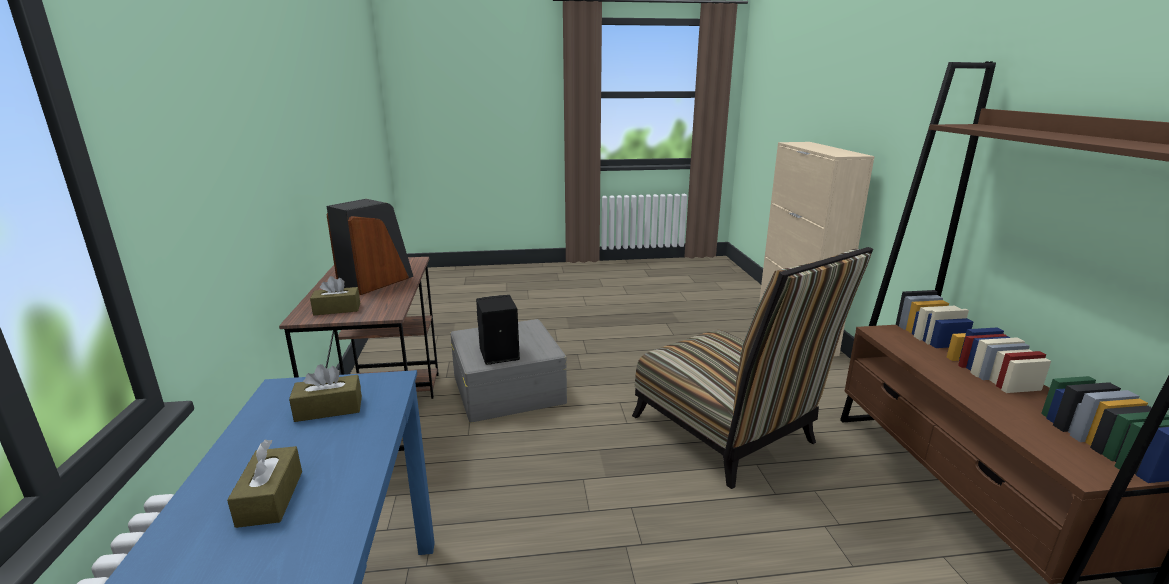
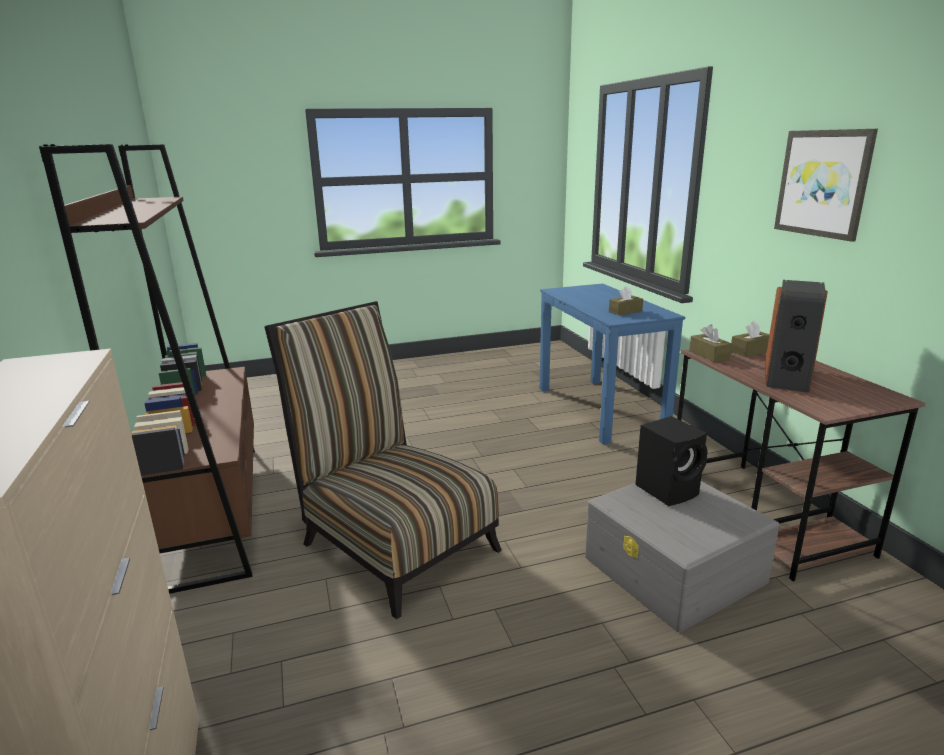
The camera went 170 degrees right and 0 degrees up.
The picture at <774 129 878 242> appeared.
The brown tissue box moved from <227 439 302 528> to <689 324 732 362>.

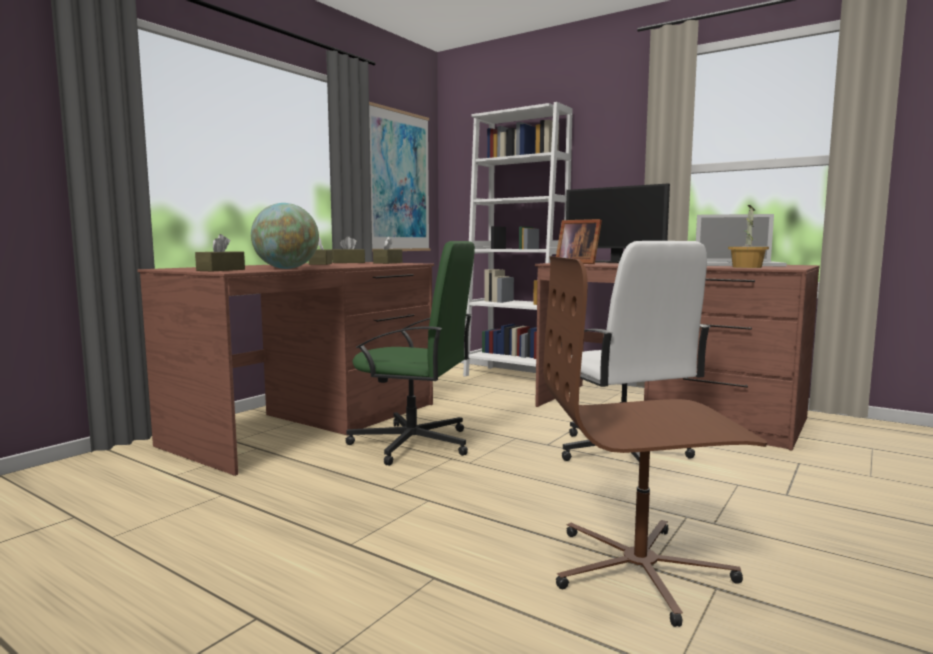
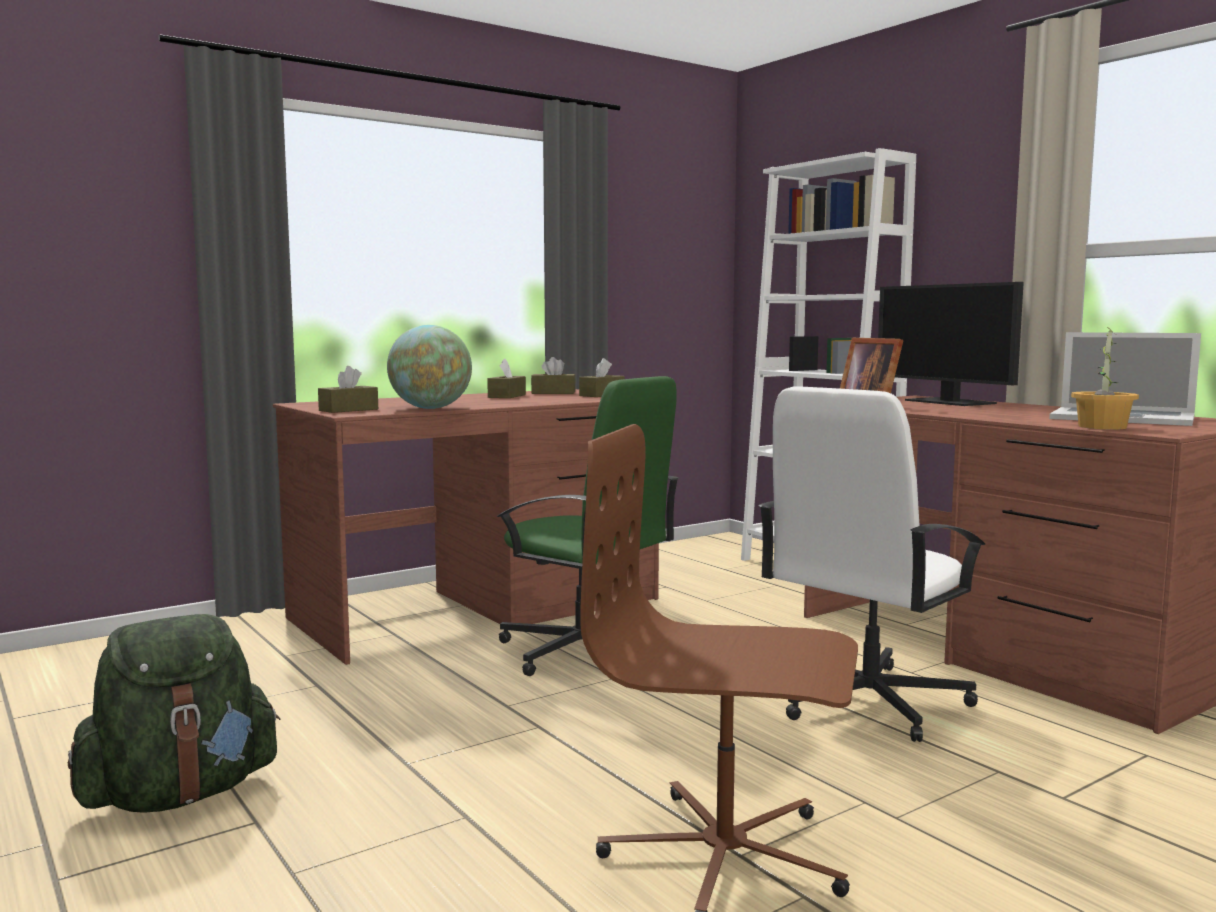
The camera went 20 degrees right and 0 degrees up.
The picture at <369 102 430 252> disappeared.
The green backpack at <68 614 280 813> appeared.
The white office chair at <561 241 711 461> turned 45 degrees clockwise.

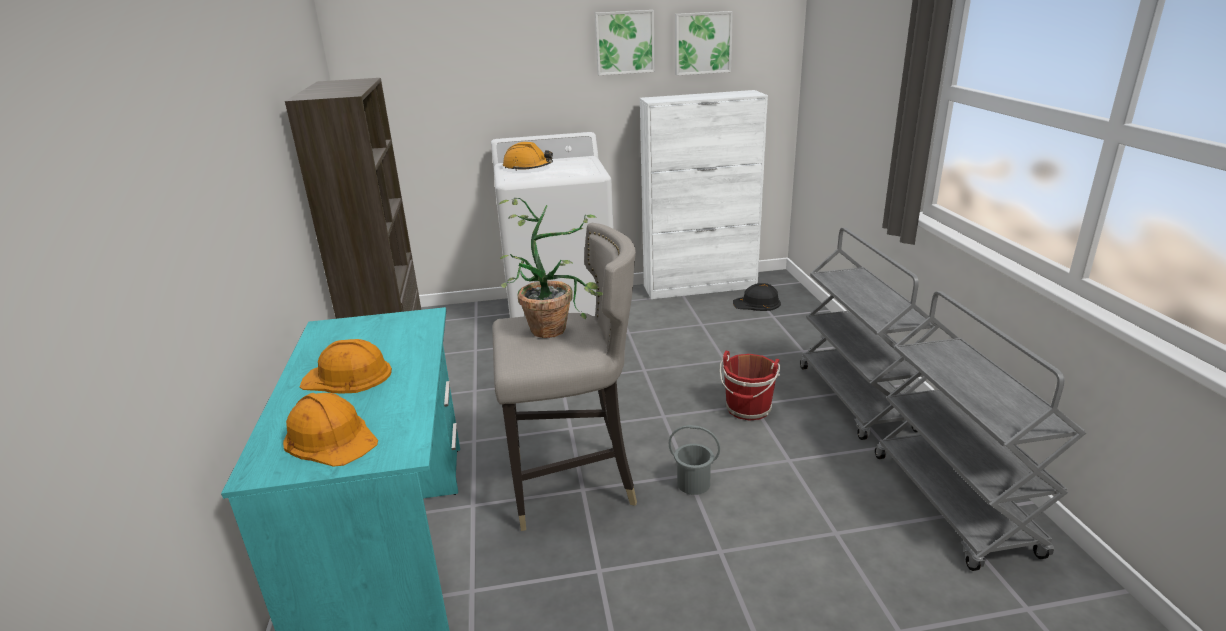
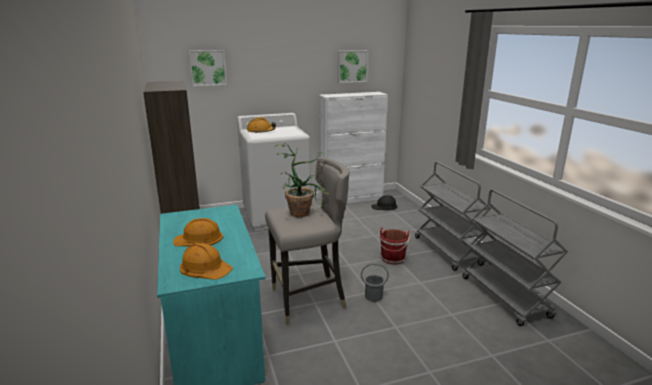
The camera went 10 degrees left and 5 degrees down.
The picture moved from <595 10 655 75> to <189 50 227 86>.

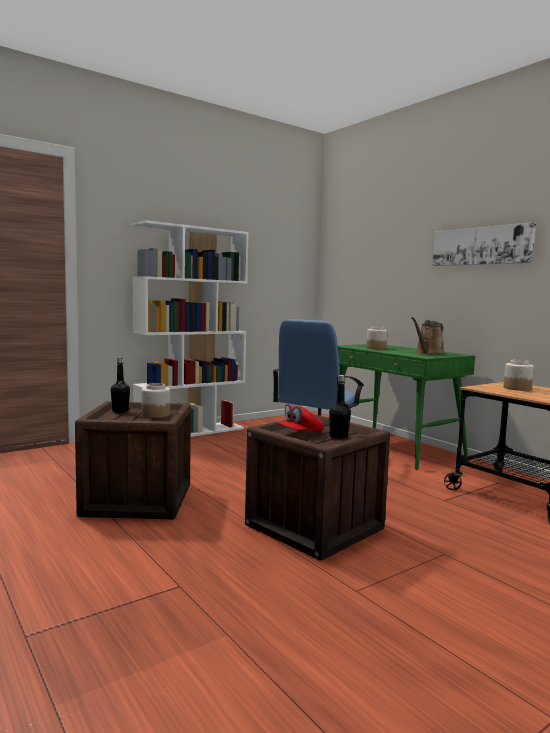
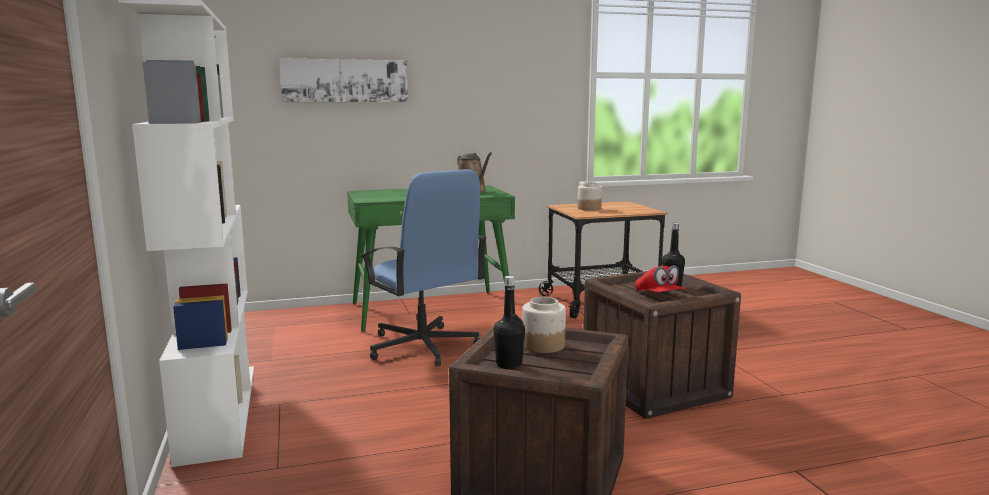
The camera went 70 degrees left and 5 degrees up.
The jar at <366 326 387 349> disappeared.
The picture moved from <433 222 536 266> to <279 58 408 102>.

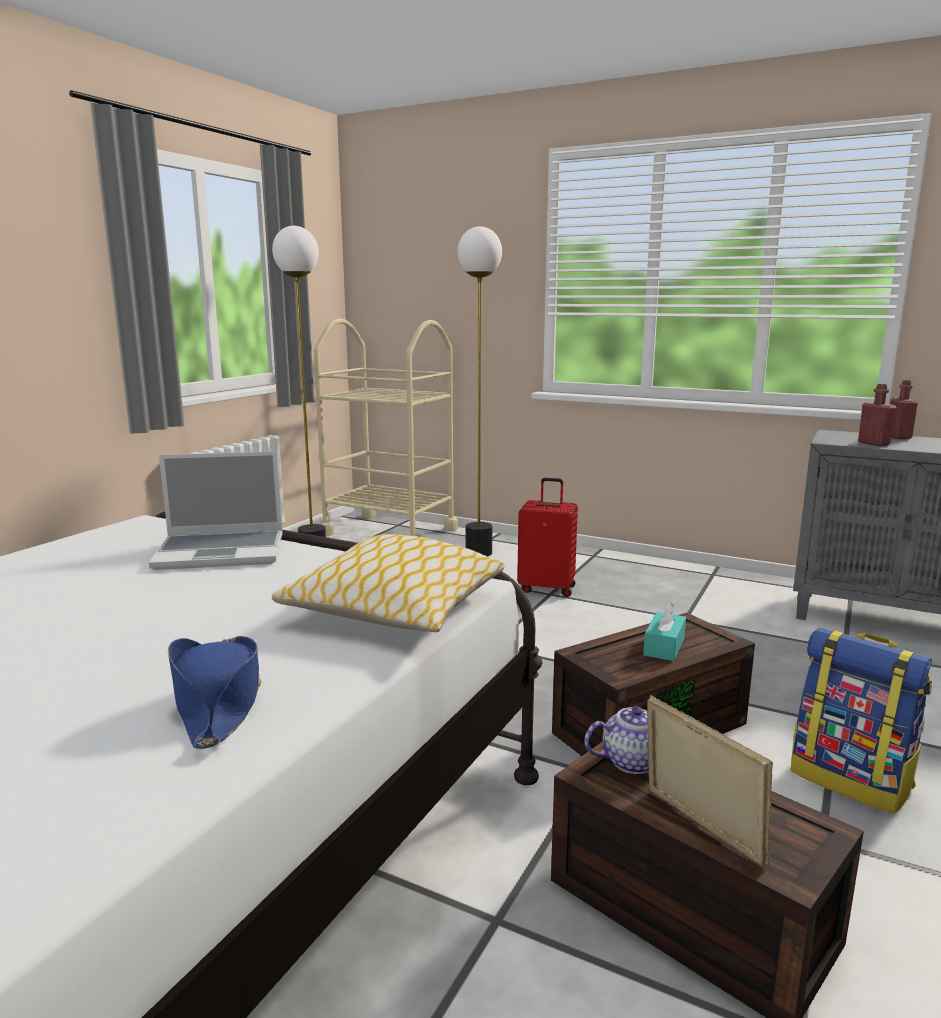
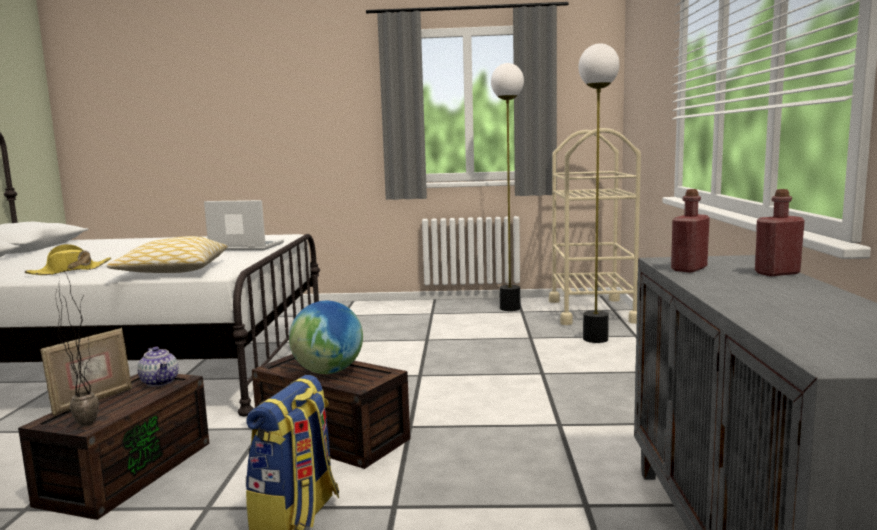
The camera went 65 degrees right and 5 degrees down.
The red suitcase at <517 478 578 597> disappeared.
The potted plant at <56 269 99 426> appeared.
The turquoise tissue box at <643 602 686 661> was replaced by the globe at <289 301 363 374>.
The blue hat at <168 636 261 749> became the yellow hat at <25 244 111 275>.
The laptop at <149 451 283 570> turned 135 degrees clockwise.

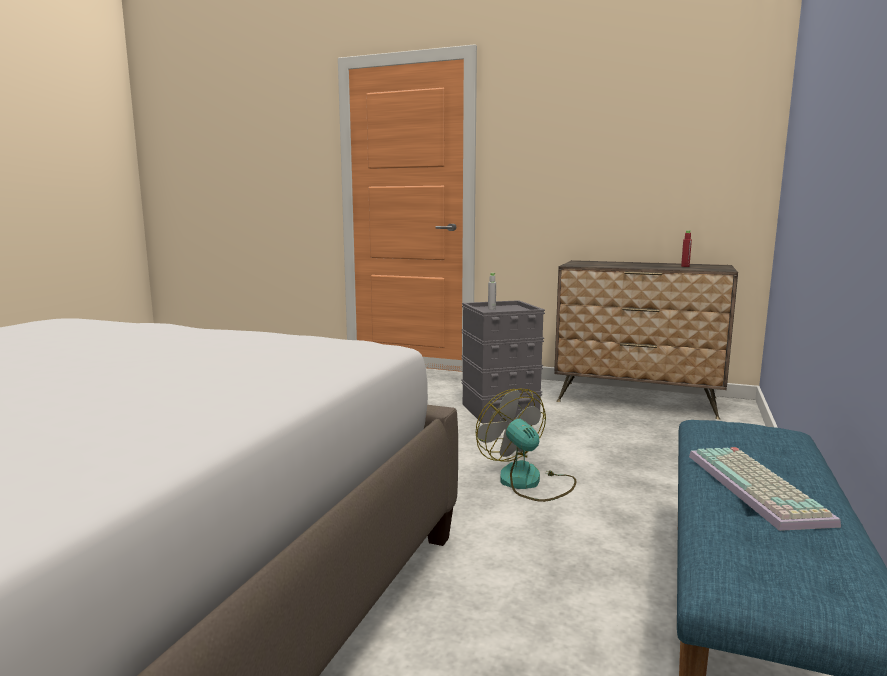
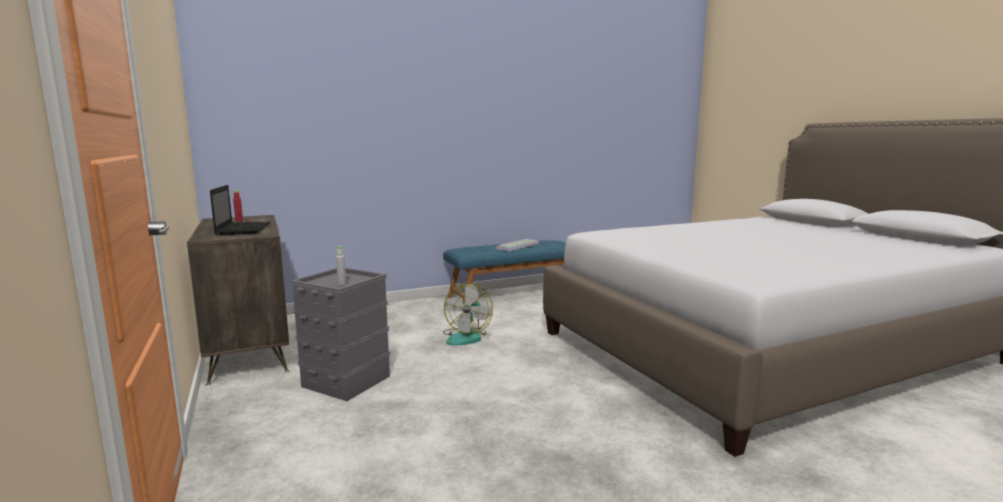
The camera went 135 degrees left and 0 degrees up.
The laptop at <210 185 271 235> appeared.

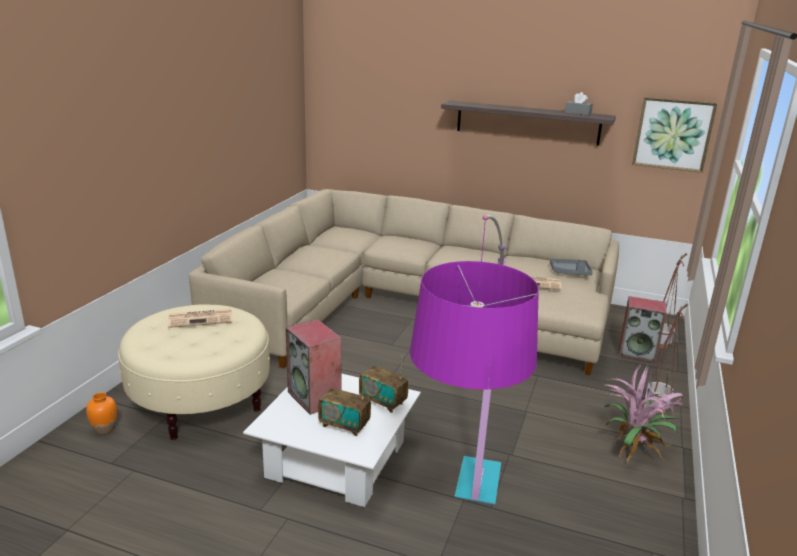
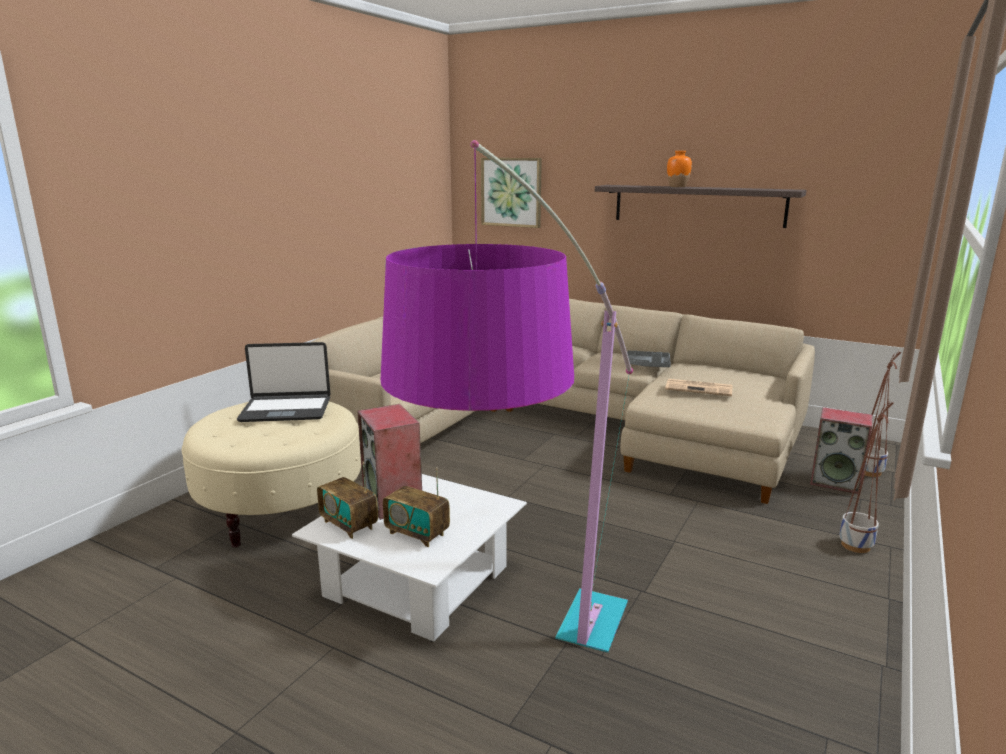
The camera went 10 degrees right and 5 degrees down.
The grey tissue box at <565 92 593 116> disappeared.
The potted plant at <605 366 683 466> disappeared.
The orange vase moved from <86 392 117 435> to <667 151 692 187>.
The radio moved from <359 356 409 413> to <317 462 378 539>.
The grey tray moved from <550 259 593 275> to <627 351 671 367>.
The picture moved from <632 97 717 173> to <481 158 542 228>.
The newspaper at <168 309 233 328> was replaced by the laptop at <237 342 331 422>.

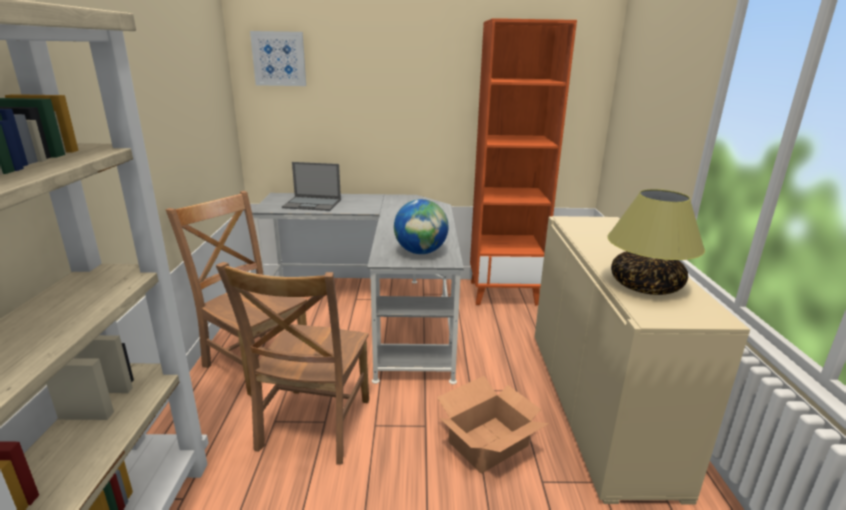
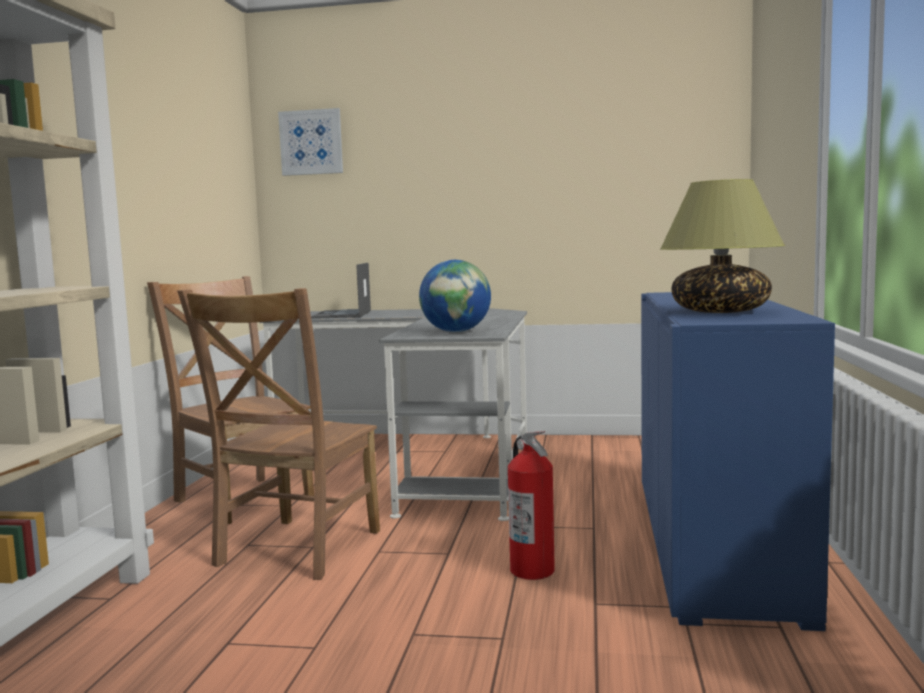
The camera went 10 degrees right and 15 degrees down.
The orange bookcase at <470 18 577 306> disappeared.
The cardboard box at <437 376 549 474> was replaced by the fire extinguisher at <508 431 555 580>.
The beige cabinet at <535 216 750 504> became the blue cabinet at <641 292 835 631>.
The laptop at <282 162 341 211> turned 75 degrees clockwise.

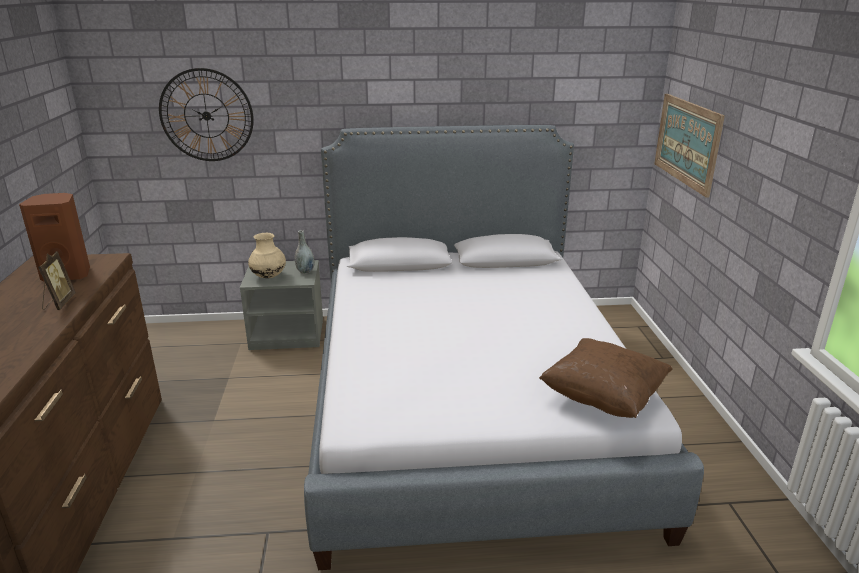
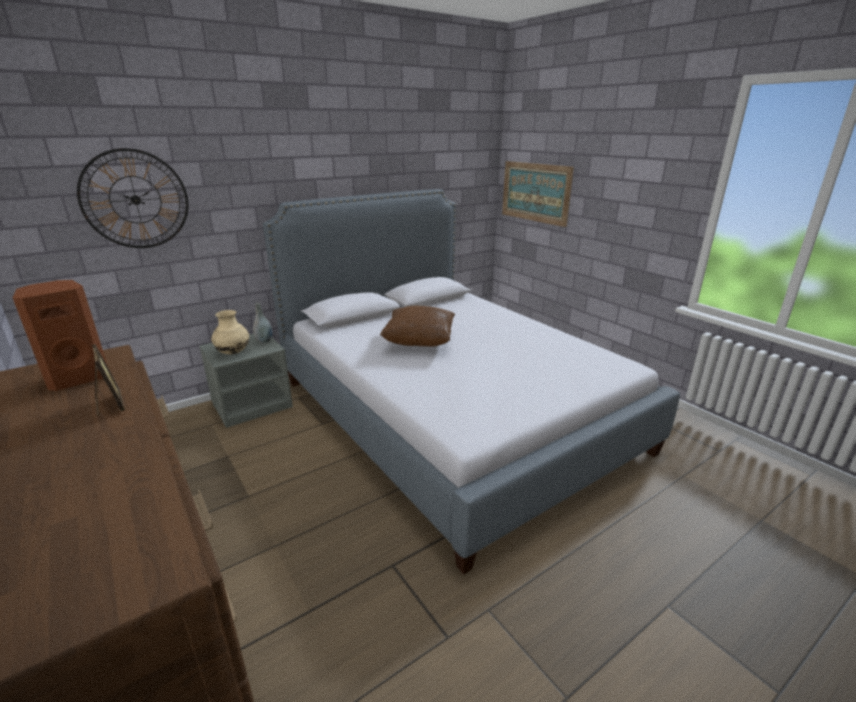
The camera went 30 degrees left and 0 degrees up.
The brown pillow moved from <539 338 673 418> to <380 306 455 347>.

